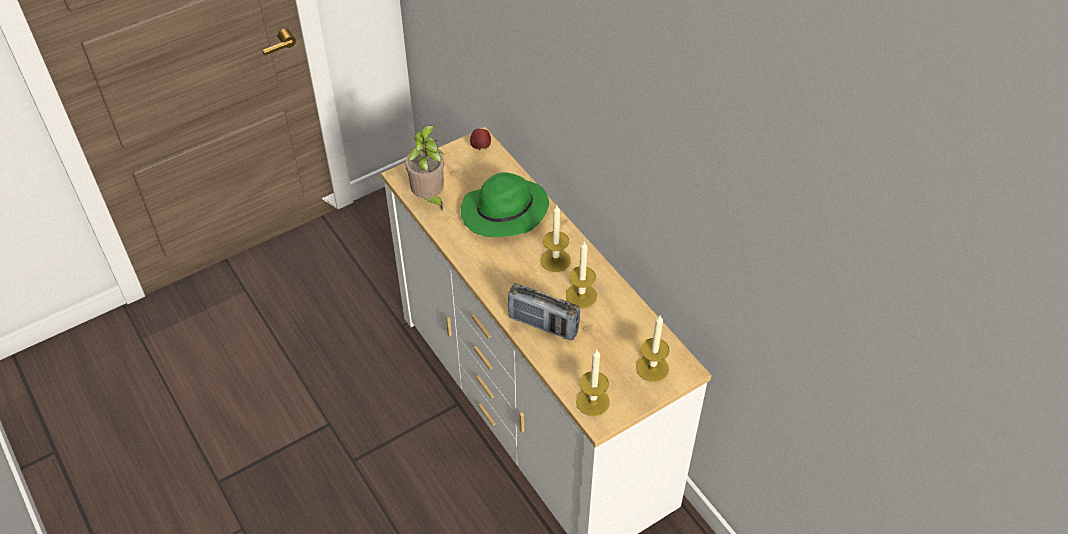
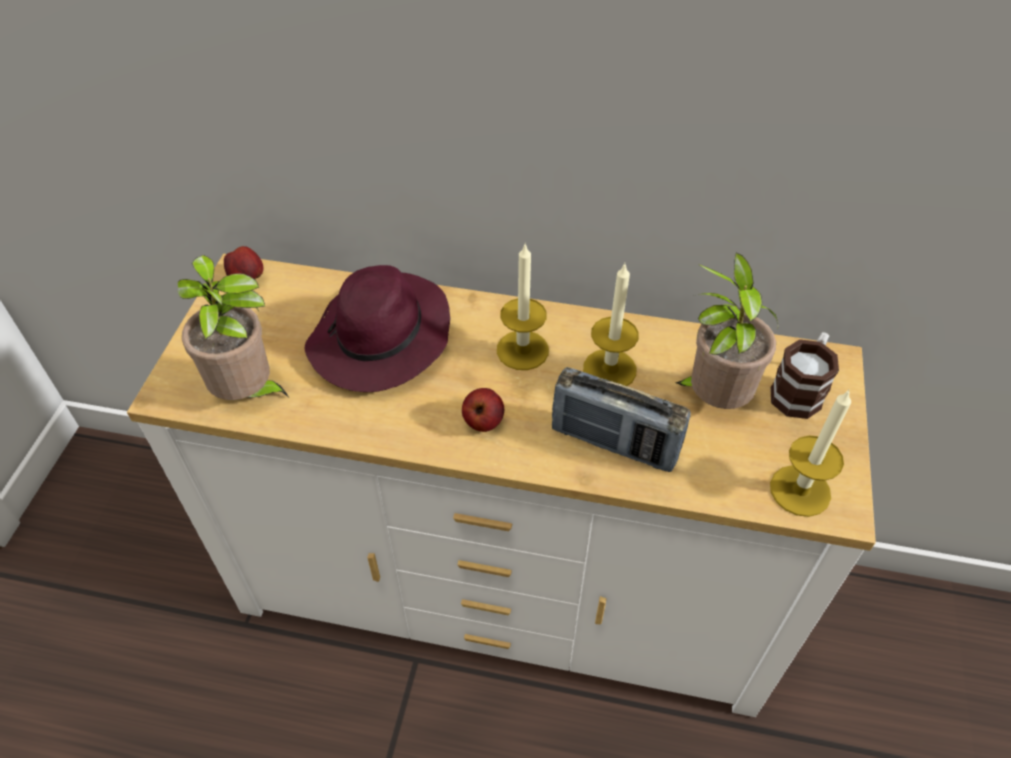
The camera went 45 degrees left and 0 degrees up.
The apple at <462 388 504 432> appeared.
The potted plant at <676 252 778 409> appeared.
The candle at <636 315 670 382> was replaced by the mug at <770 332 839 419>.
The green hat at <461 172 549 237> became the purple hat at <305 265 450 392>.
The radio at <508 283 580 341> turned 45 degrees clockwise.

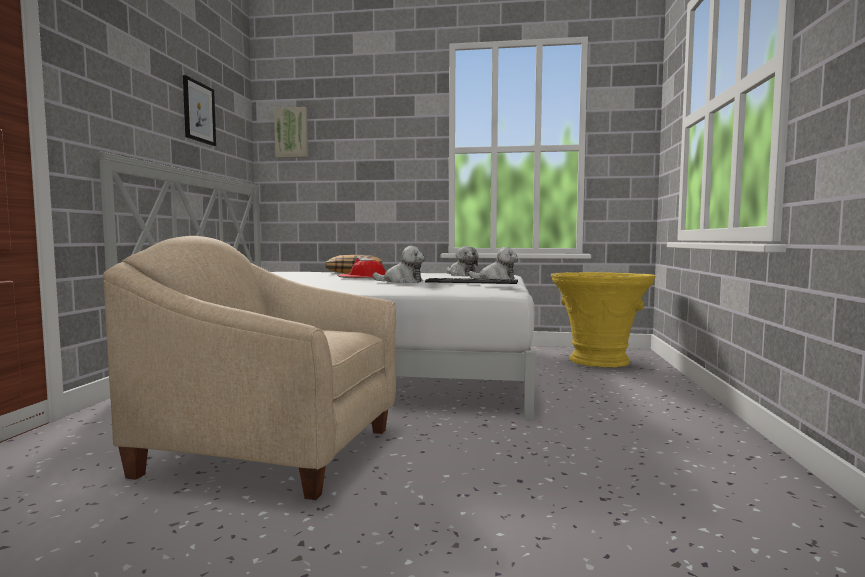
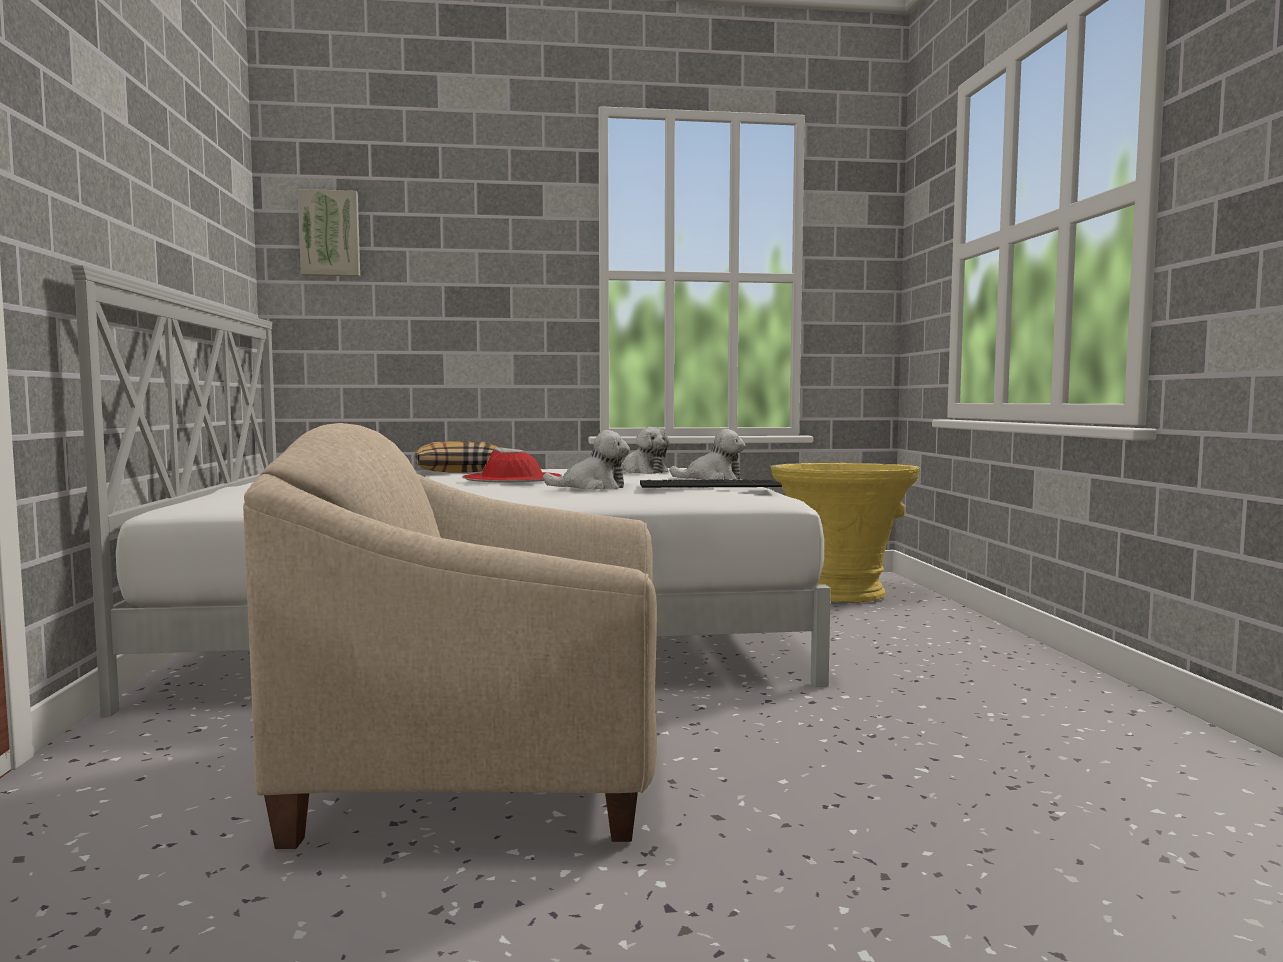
The camera went 15 degrees left and 0 degrees up.
The picture at <183 75 216 146> disappeared.

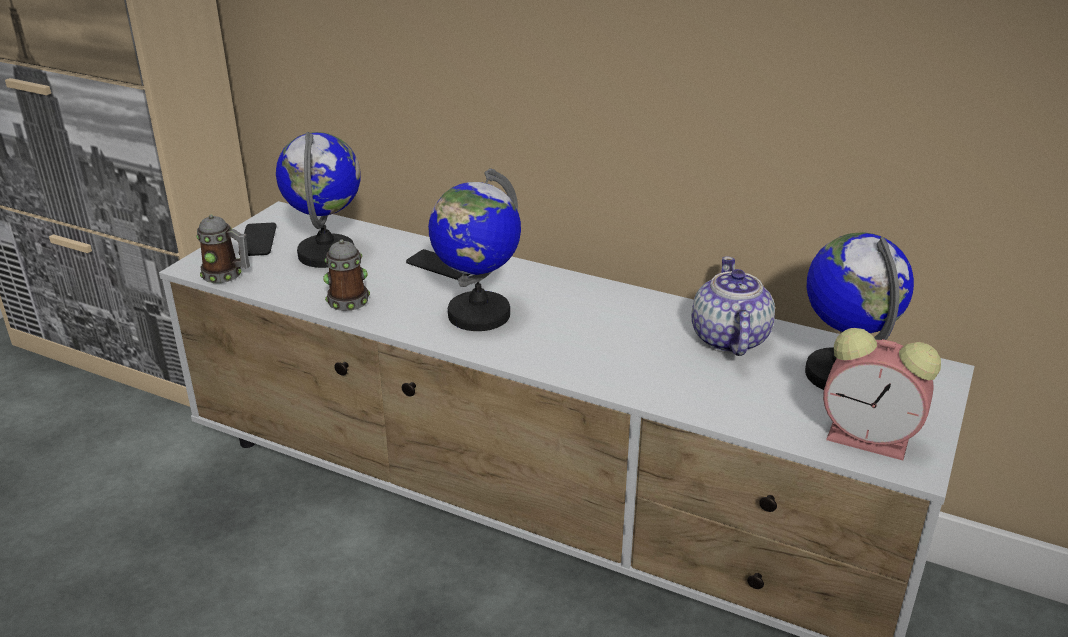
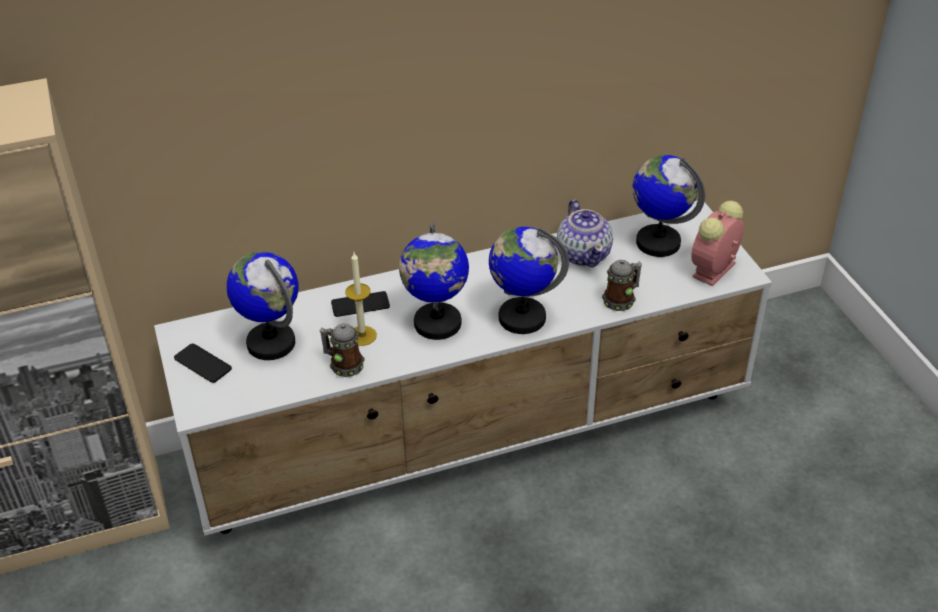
The camera went 45 degrees left and 10 degrees up.
The candle at <345 253 377 346> appeared.
The globe at <489 226 569 334> appeared.
The mug moved from <196 215 250 283> to <602 260 642 311>.
The teapot at <692 256 775 356> turned 150 degrees counterclockwise.
The alarm clock at <823 328 941 460> turned 150 degrees clockwise.

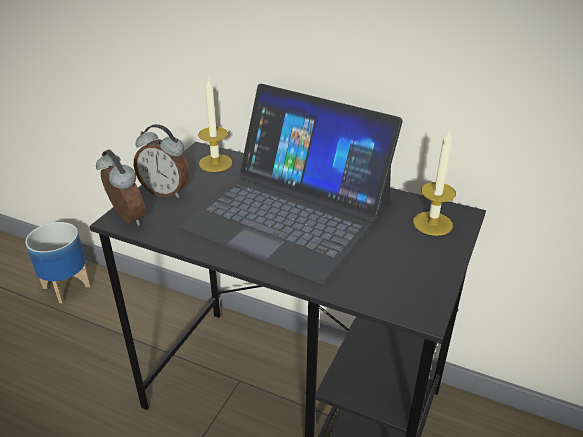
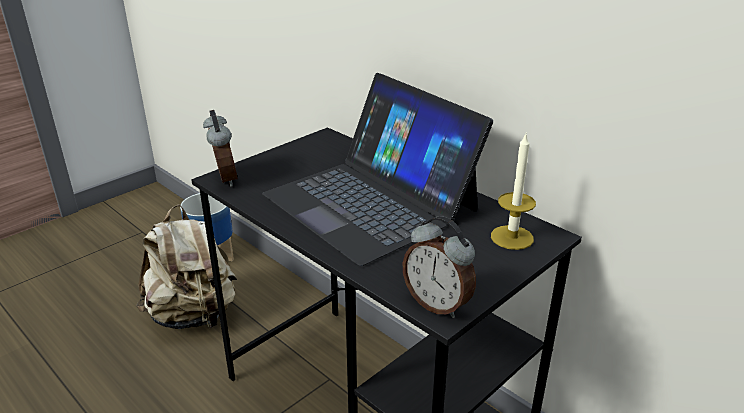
The camera went 20 degrees right and 5 degrees down.
The candle at <198 79 233 172> disappeared.
The beige backpack at <136 205 237 329> appeared.
The alarm clock moved from <134 124 190 198> to <403 216 476 318>.

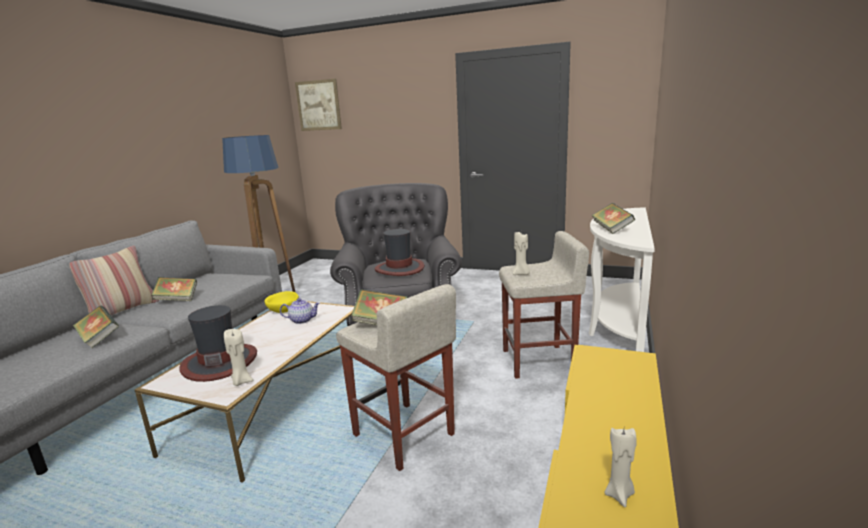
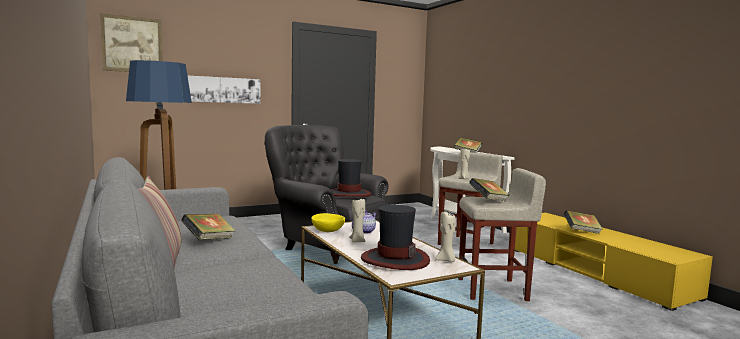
The camera went 50 degrees left and 10 degrees down.
The picture at <187 75 261 104> appeared.
The book moved from <73 306 119 348> to <564 210 603 234>.
The beige candle moved from <605 428 637 507> to <349 198 365 242>.

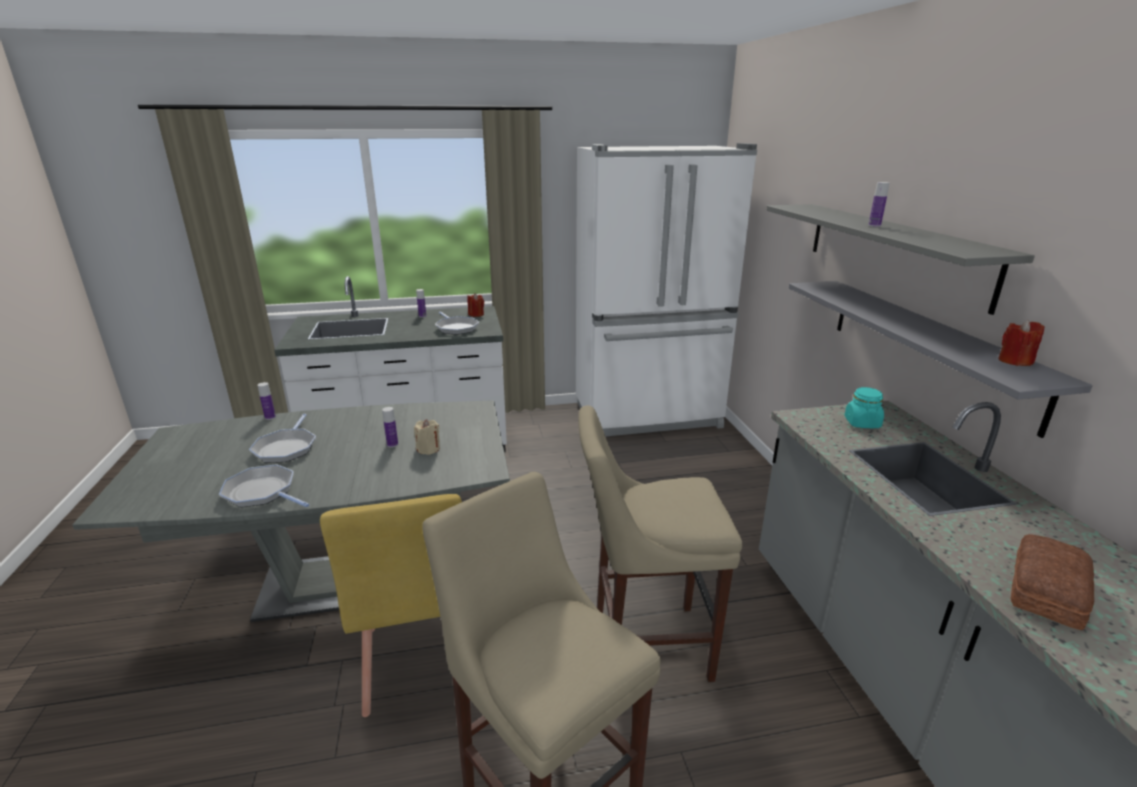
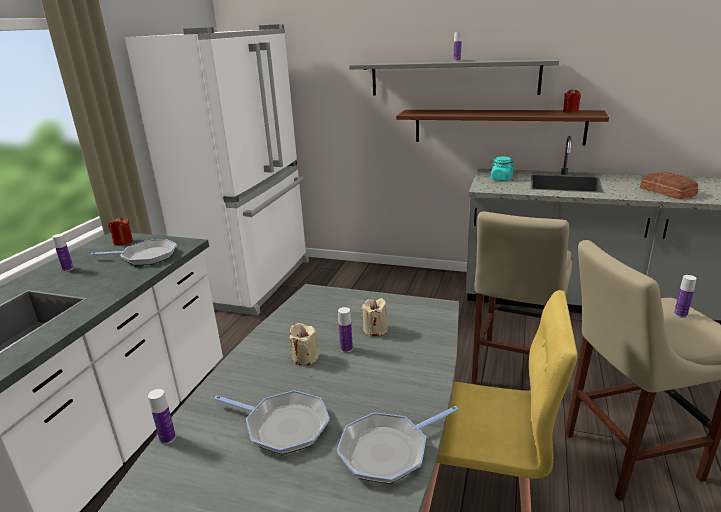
The camera went 60 degrees left and 0 degrees up.
The beige candle at <289 323 319 366> appeared.
The bottle at <674 275 697 318> appeared.
The grey shelf at <788 281 1093 438> became the brown shelf at <396 110 609 146>.

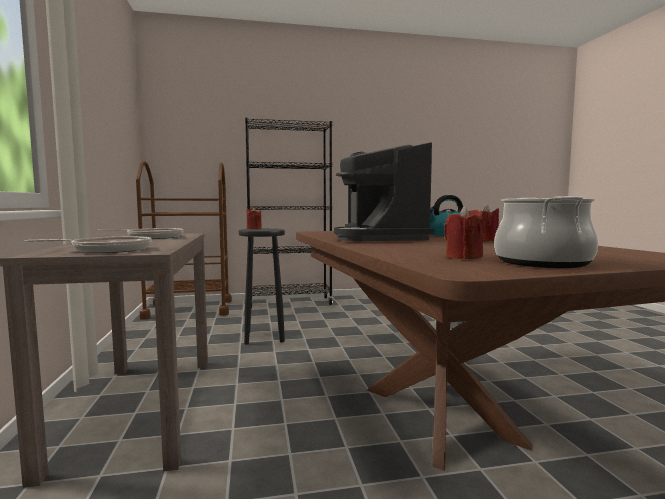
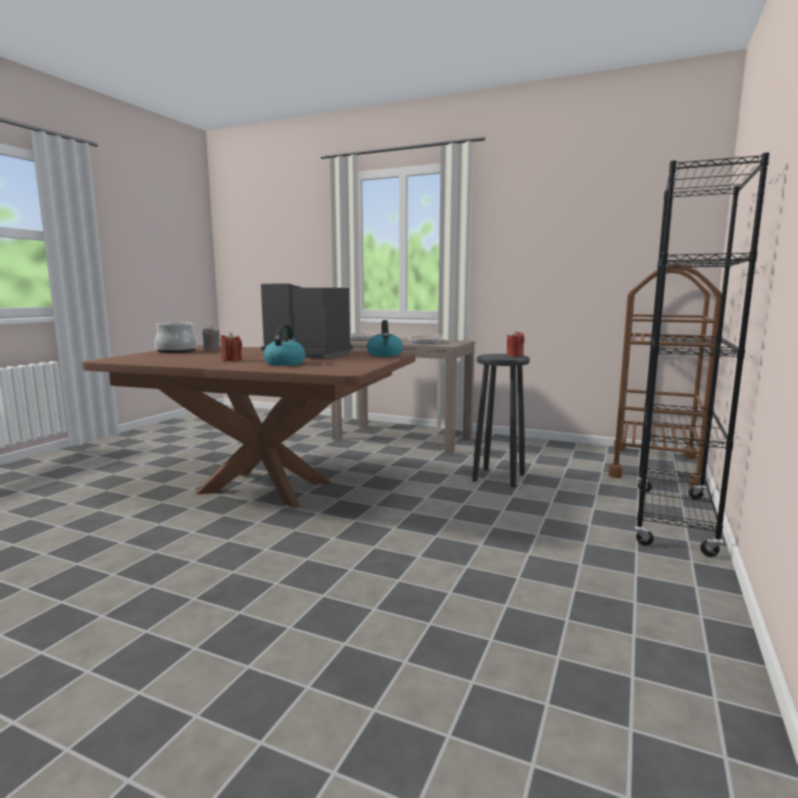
The camera went 125 degrees right and 5 degrees up.
The kettle at <367 320 403 356> appeared.
The red candle at <444 206 484 259> became the grey candle at <202 326 220 350>.

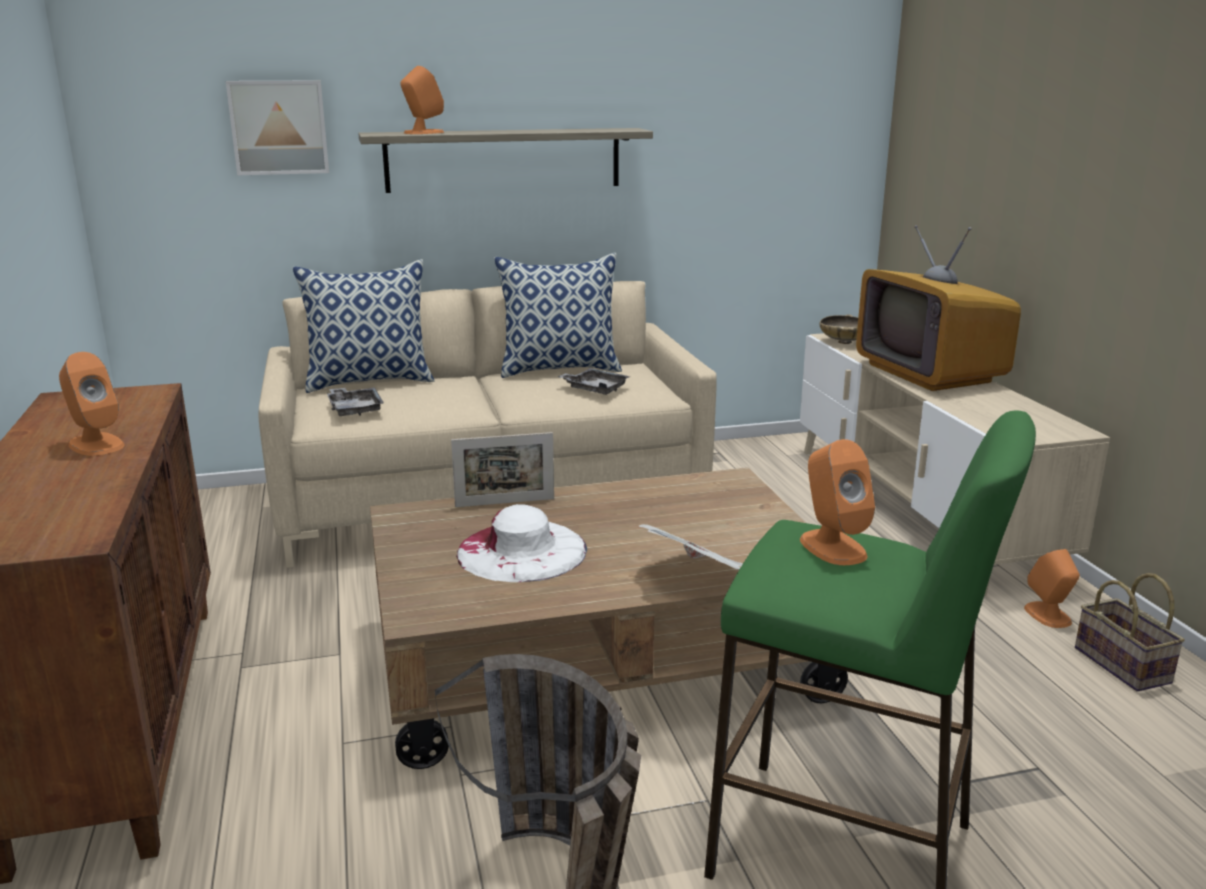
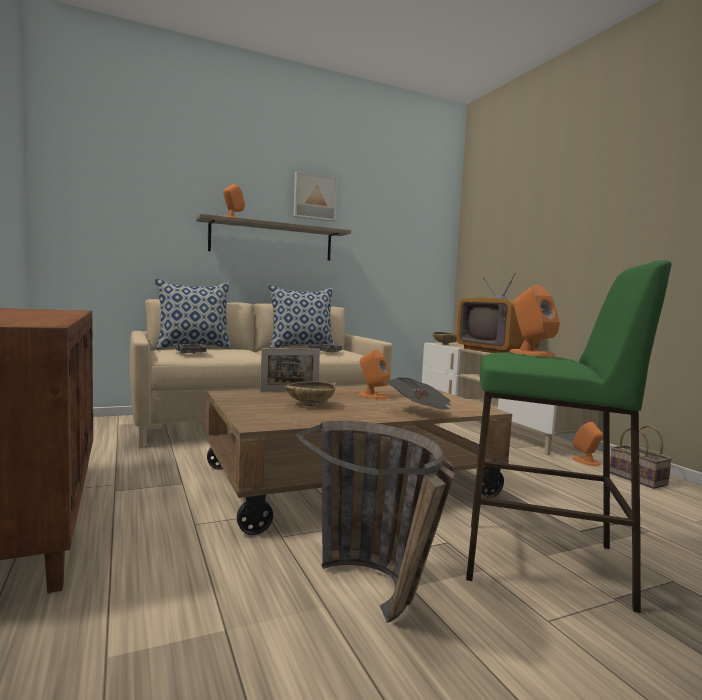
The camera went 10 degrees left and 15 degrees down.
The orange speaker moved from <59 352 125 456> to <358 349 390 399>.
The picture moved from <226 80 329 175> to <293 171 337 222>.
The white hat at <456 504 587 582> was replaced by the beige bowl at <284 382 336 406>.

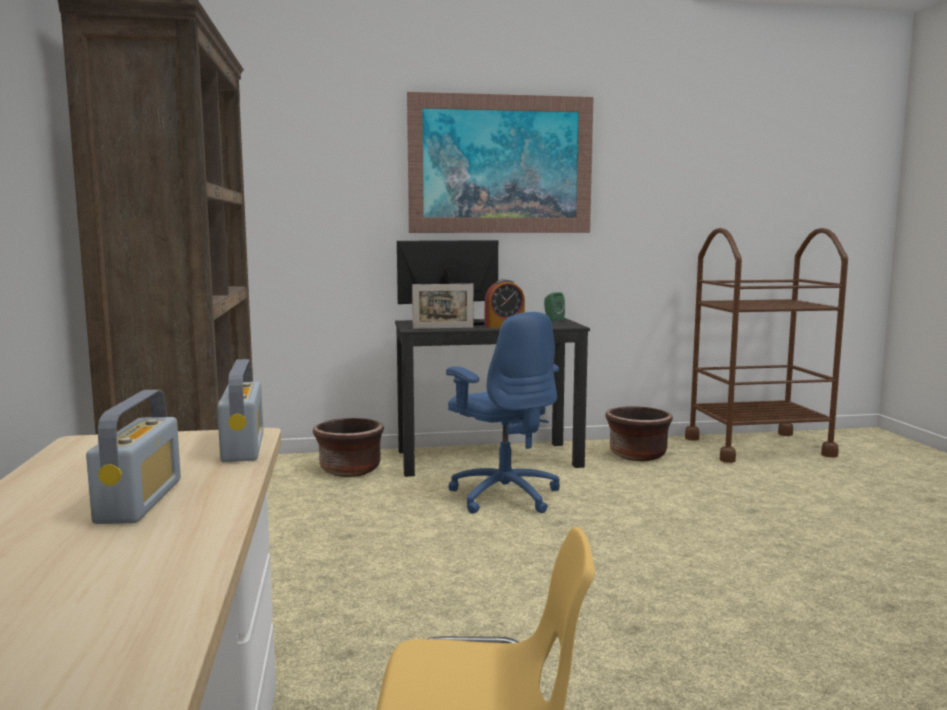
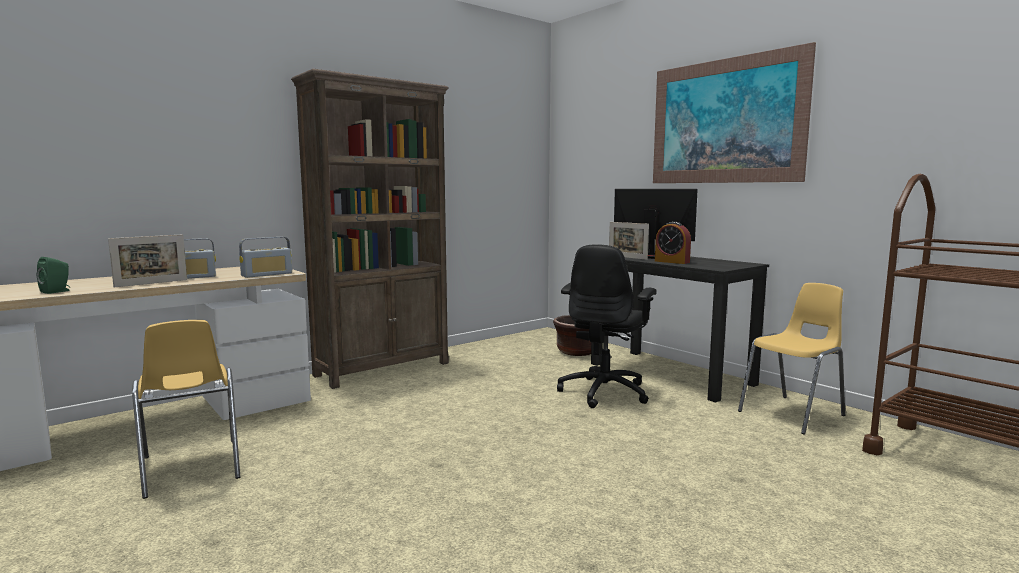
The camera went 60 degrees right and 0 degrees up.
The picture frame at <108 234 187 288> appeared.
The green speaker moved from <544 292 565 321> to <37 257 70 294>.
The brown planter at <605 406 673 461> was replaced by the yellow chair at <738 283 845 434>.
The blue office chair at <446 312 560 514> became the black office chair at <557 244 657 408>.

